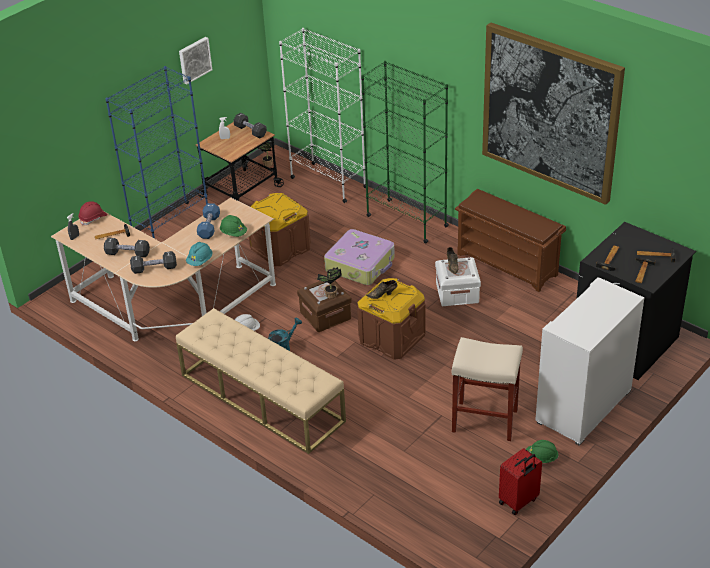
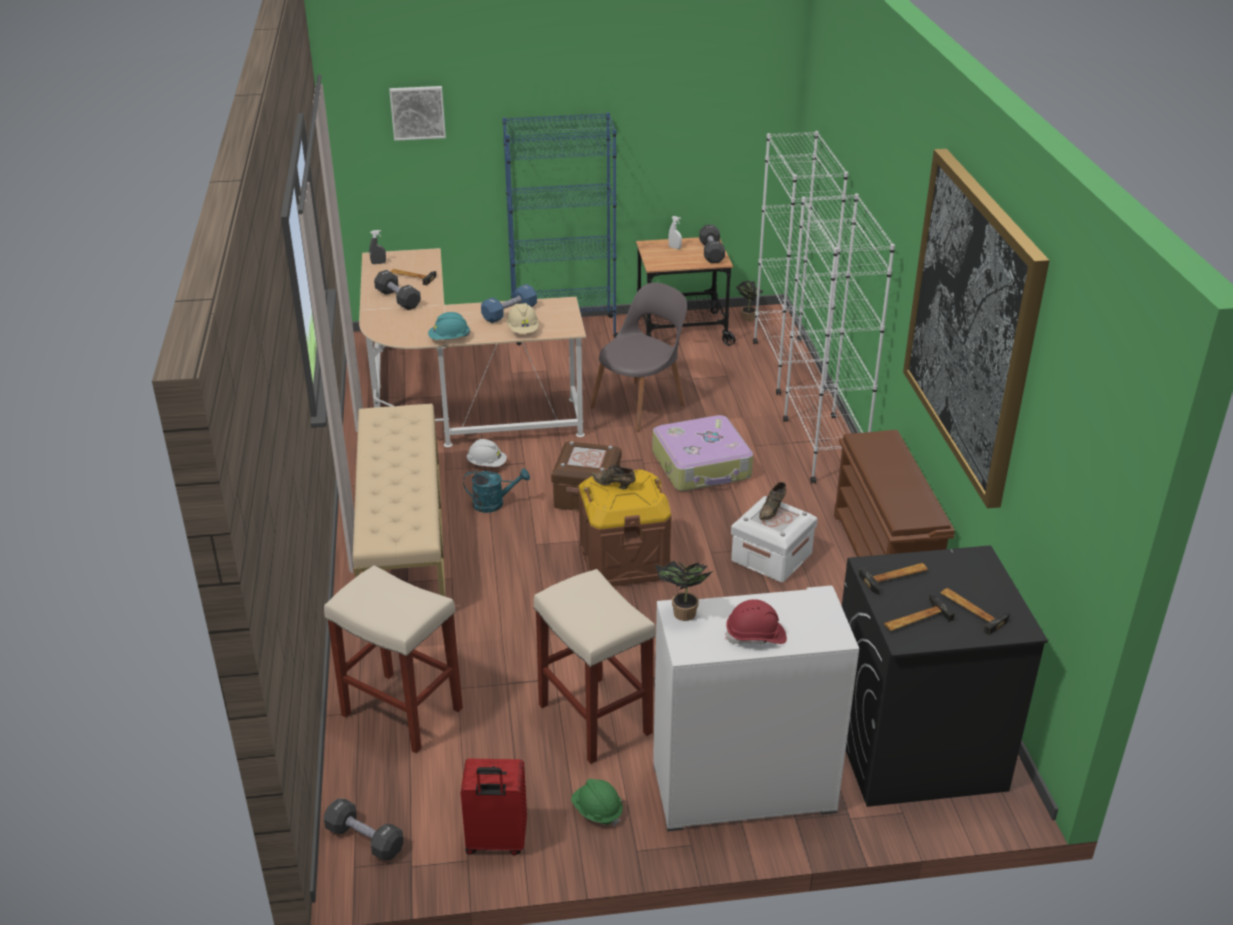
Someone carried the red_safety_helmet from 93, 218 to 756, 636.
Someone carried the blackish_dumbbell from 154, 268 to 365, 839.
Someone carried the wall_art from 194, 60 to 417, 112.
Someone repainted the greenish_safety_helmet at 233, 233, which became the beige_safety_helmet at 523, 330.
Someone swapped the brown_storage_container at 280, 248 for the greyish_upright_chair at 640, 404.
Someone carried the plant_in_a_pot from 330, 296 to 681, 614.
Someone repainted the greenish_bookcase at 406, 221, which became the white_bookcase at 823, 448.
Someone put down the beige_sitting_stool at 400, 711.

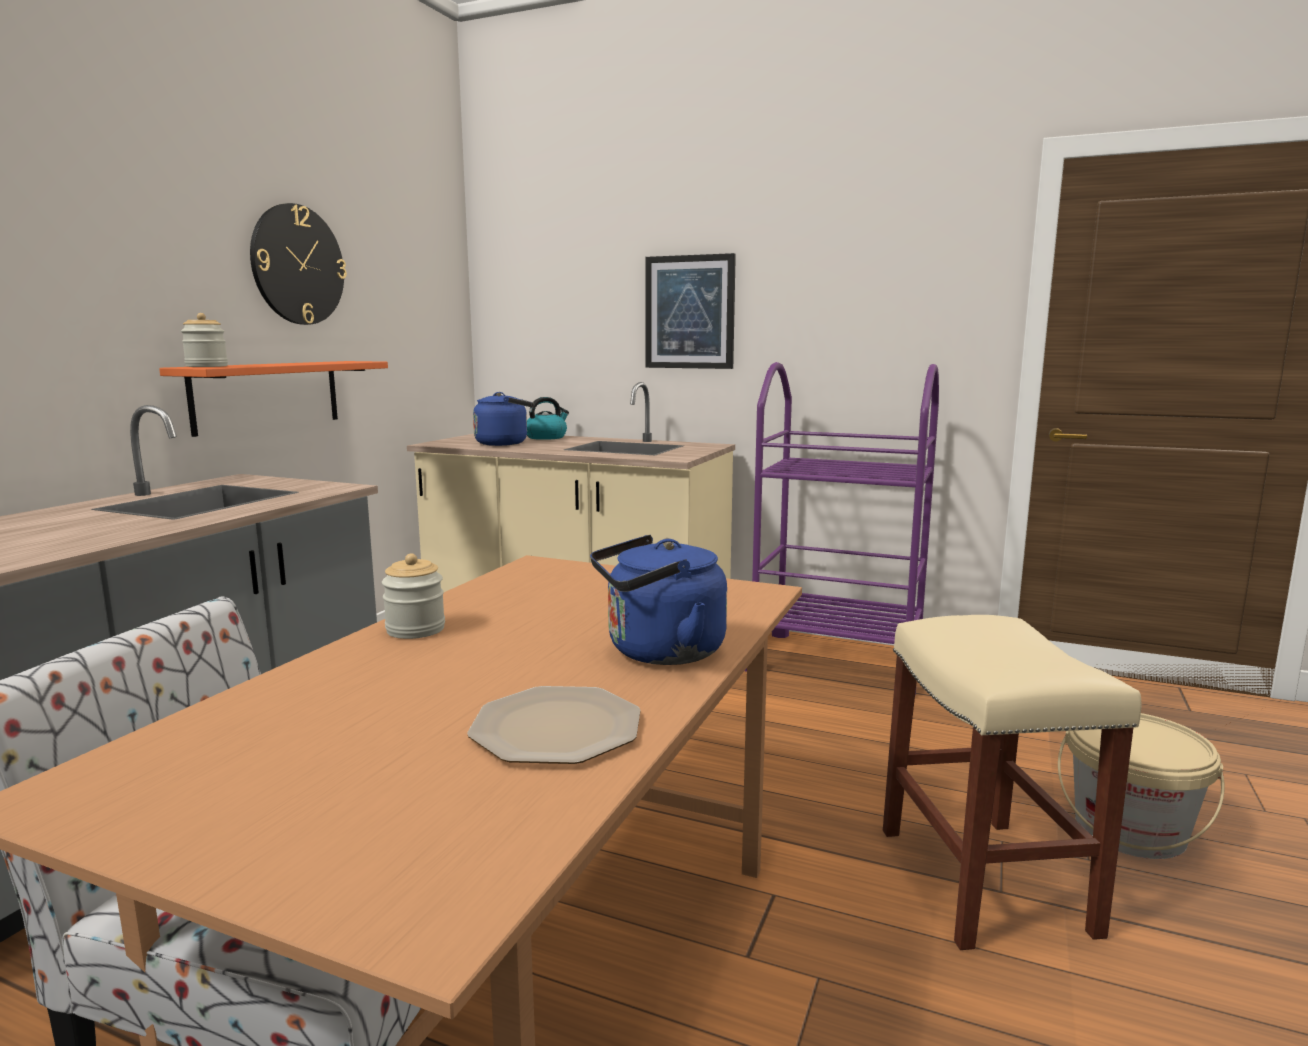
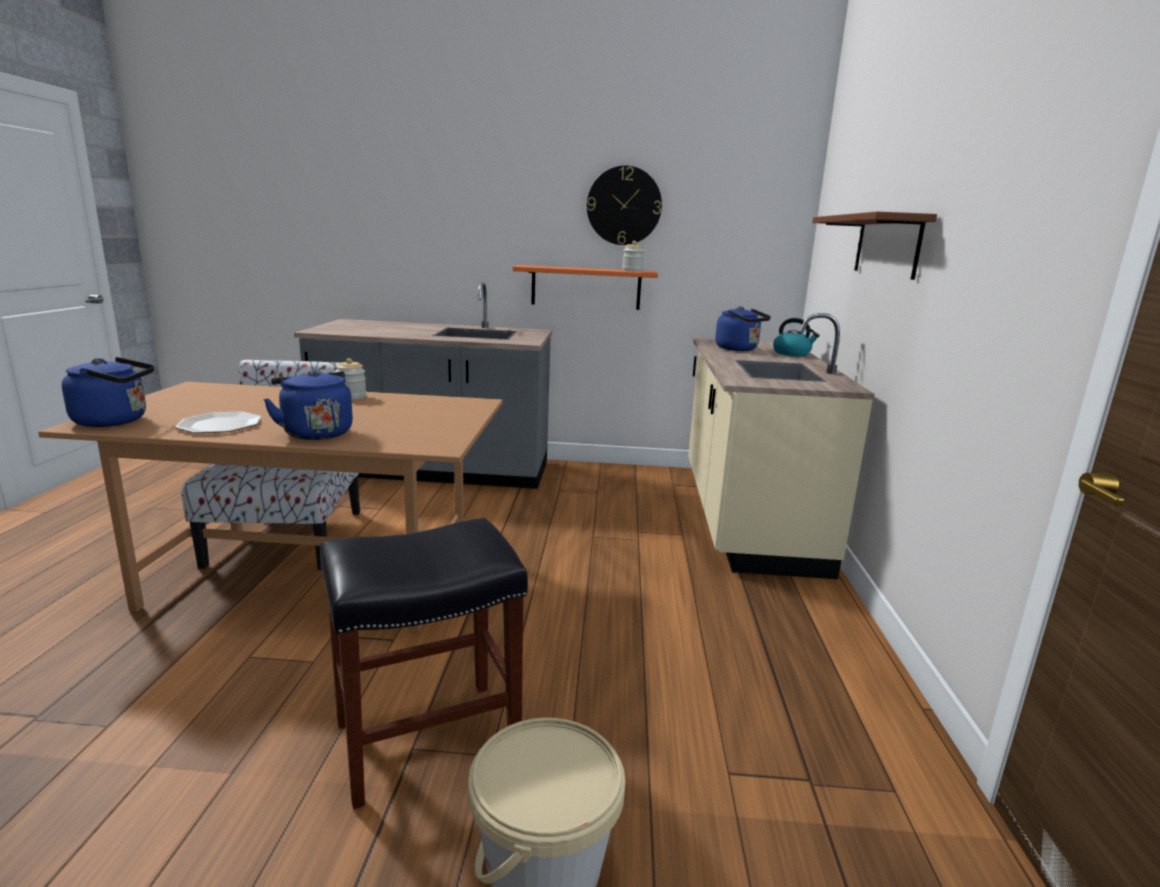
Someone carried the jar from 207, 366 to 632, 271.
Someone swapped the wall_art at 690, 312 for the brown_wall_shelf at 887, 246.
Someone took away the purple-coloured_trolley at 836, 662.
Someone repainted the beige_sitting_stool at 986, 881, which became the blackish_sitting_stool at 424, 741.
Someone put down the blue-coloured_water_kettle at 116, 421.

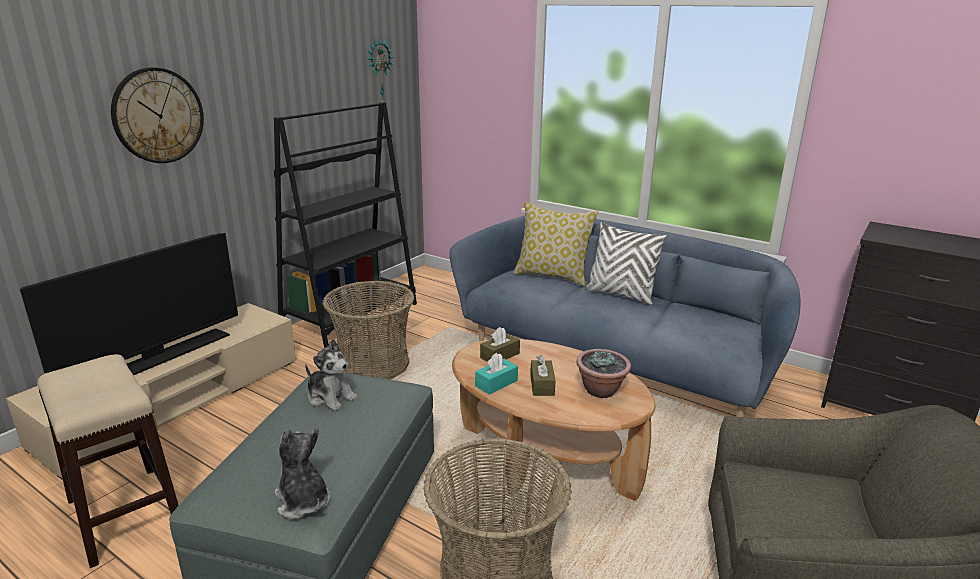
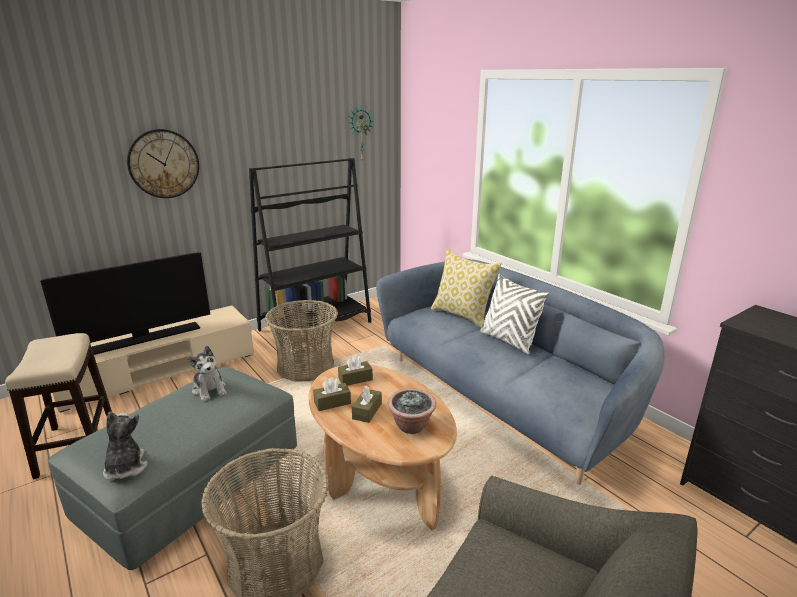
Someone repainted the blue-green_tissue_box at 496, 383, which became the brown_tissue_box at 332, 403.

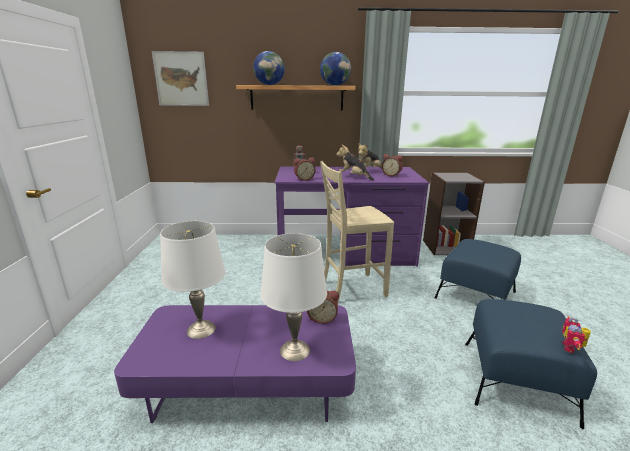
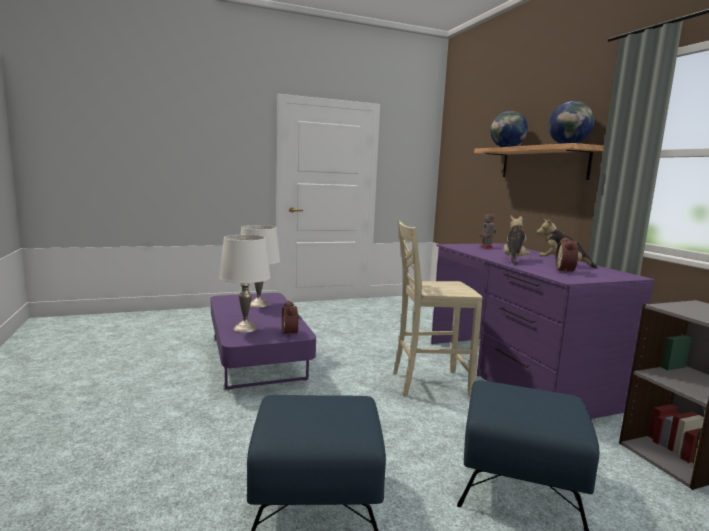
Someone took away the wall_art at 181, 79.
Someone took away the table_clock at 304, 179.
Someone rotated the beige_upright_chair at 351, 288 by 60 degrees counterclockwise.
Someone took away the model_robot at 572, 348.

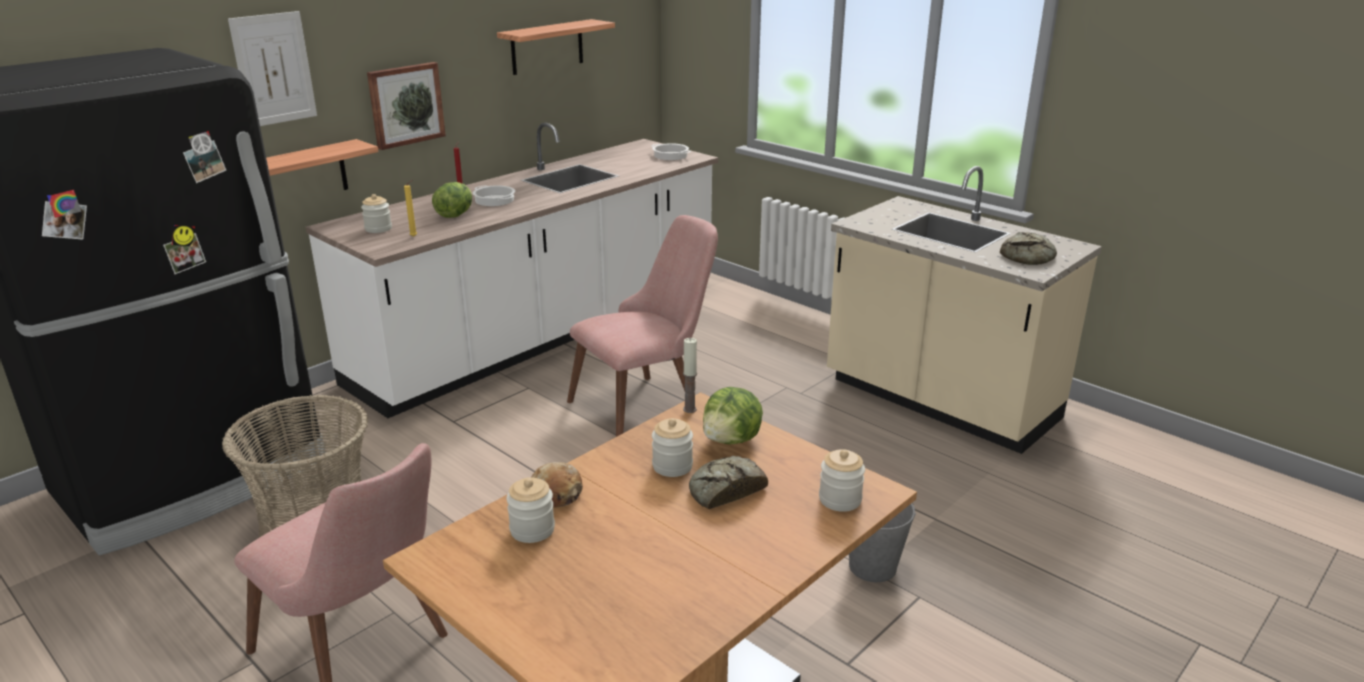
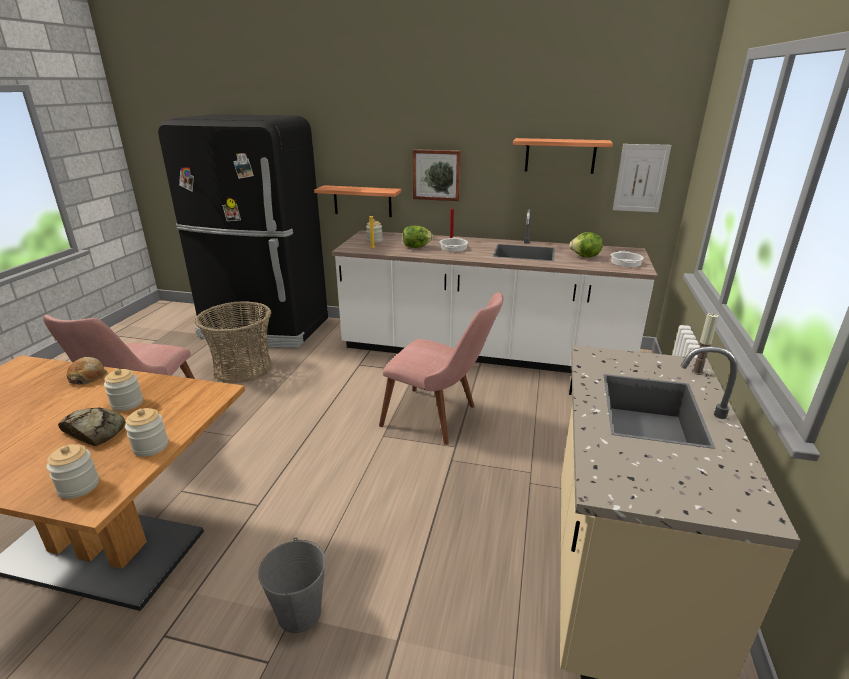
Someone carried the wall_art from 274, 69 to 640, 178.
Someone carried the jar from 532, 530 to 151, 446.
Someone carried the wax_light from 689, 409 to 697, 372.
Someone carried the head_of_lettuce from 731, 440 to 585, 257.
Someone took away the baked_bread at 1029, 257.

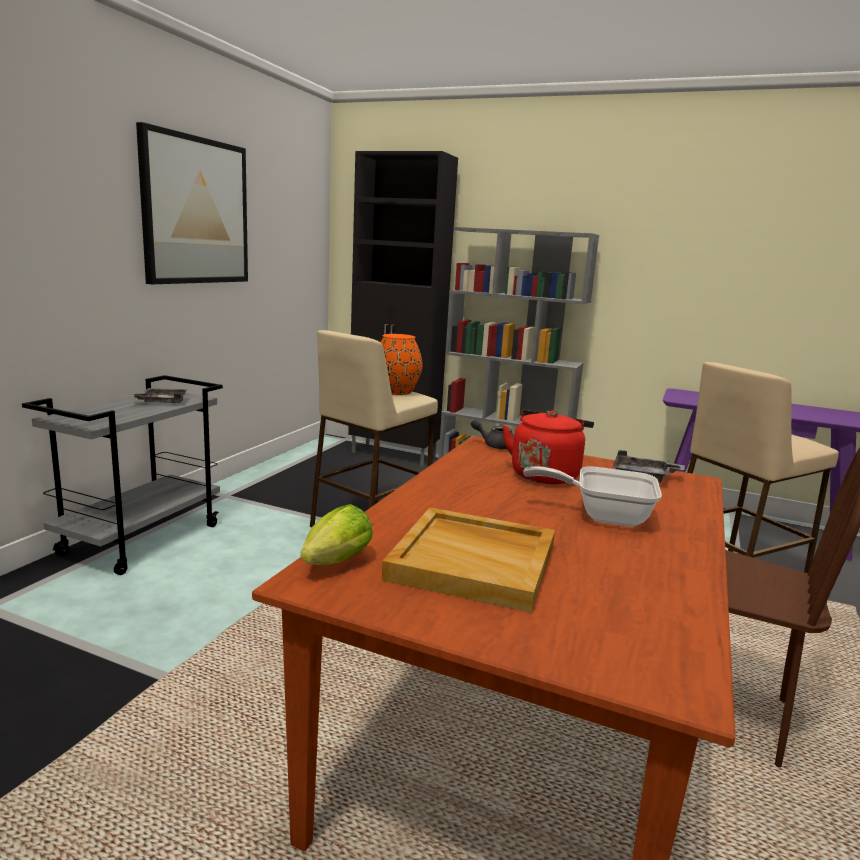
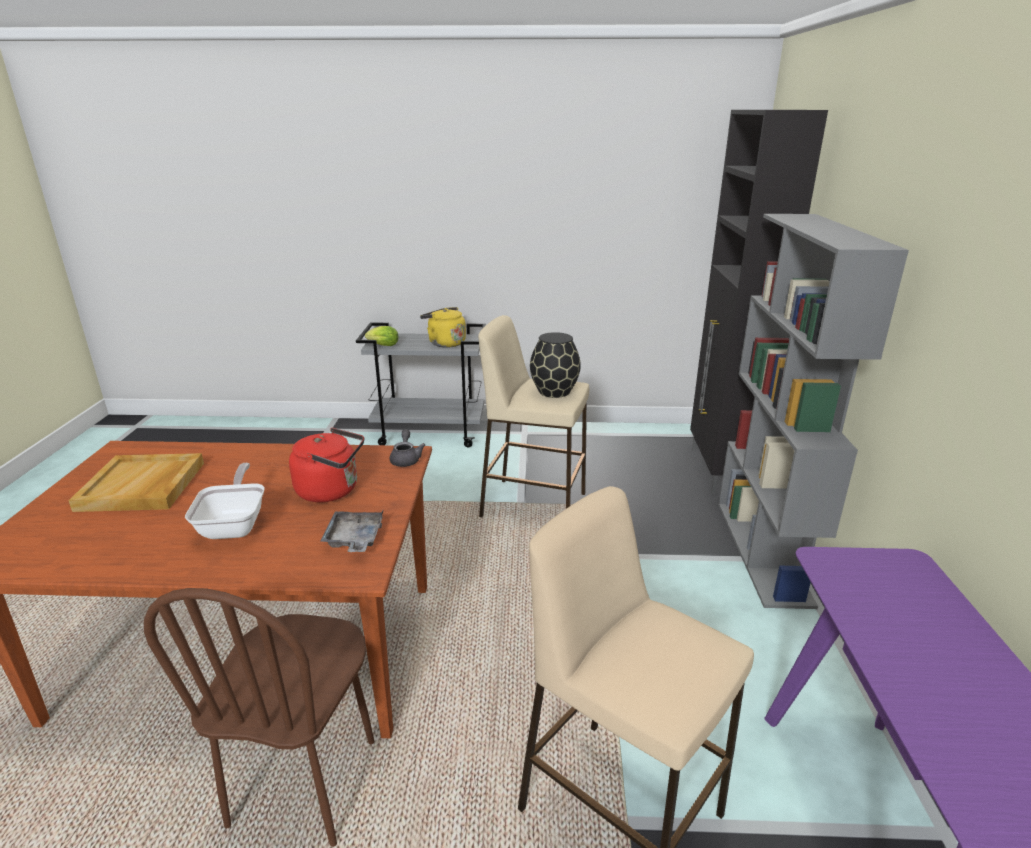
Someone swapped the greyish_serving_tray at 162, 402 for the yellow_water_kettle at 445, 343.
Someone took away the wall_art at 196, 211.
Someone carried the head_of_lettuce from 334, 564 to 382, 345.
Someone repainted the orange-coloured_flower_vase at 395, 391, which became the blackish_flower_vase at 553, 391.

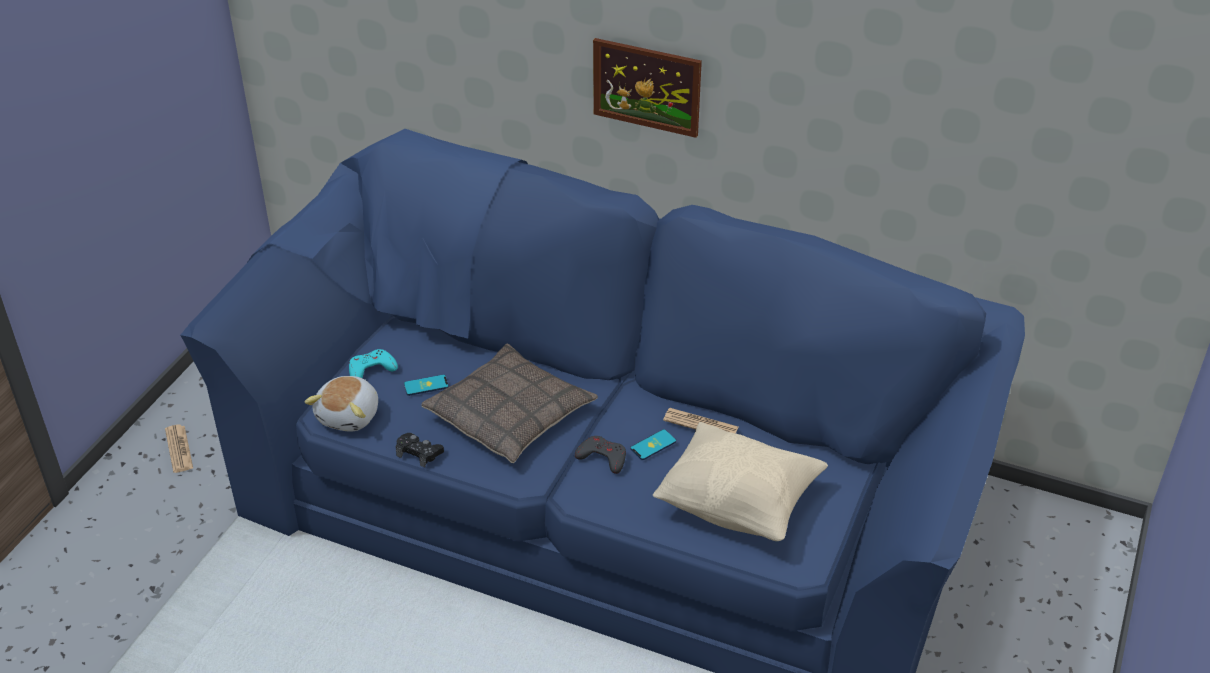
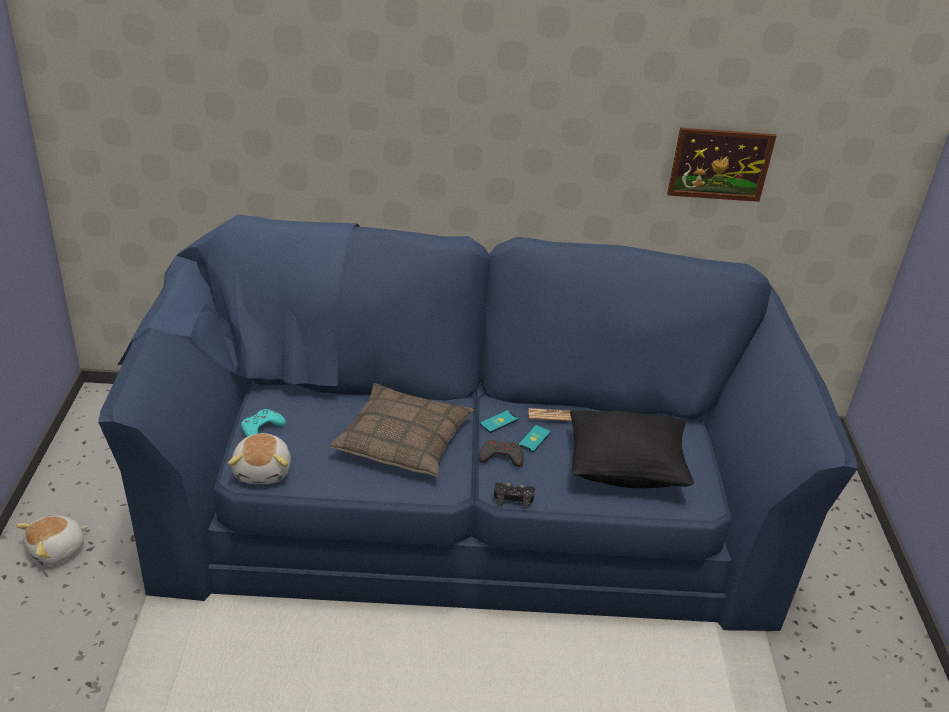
Someone swapped the newspaper at 179, 449 for the soft_toy at 57, 550.
Someone carried the blackish_joypad from 419, 453 to 513, 498.
Someone carried the phone from 426, 385 to 499, 422.
Someone carried the wall_art from 646, 87 to 720, 164.
Someone repainted the beige_pillow at 738, 505, which became the blackish_pillow at 625, 470.

